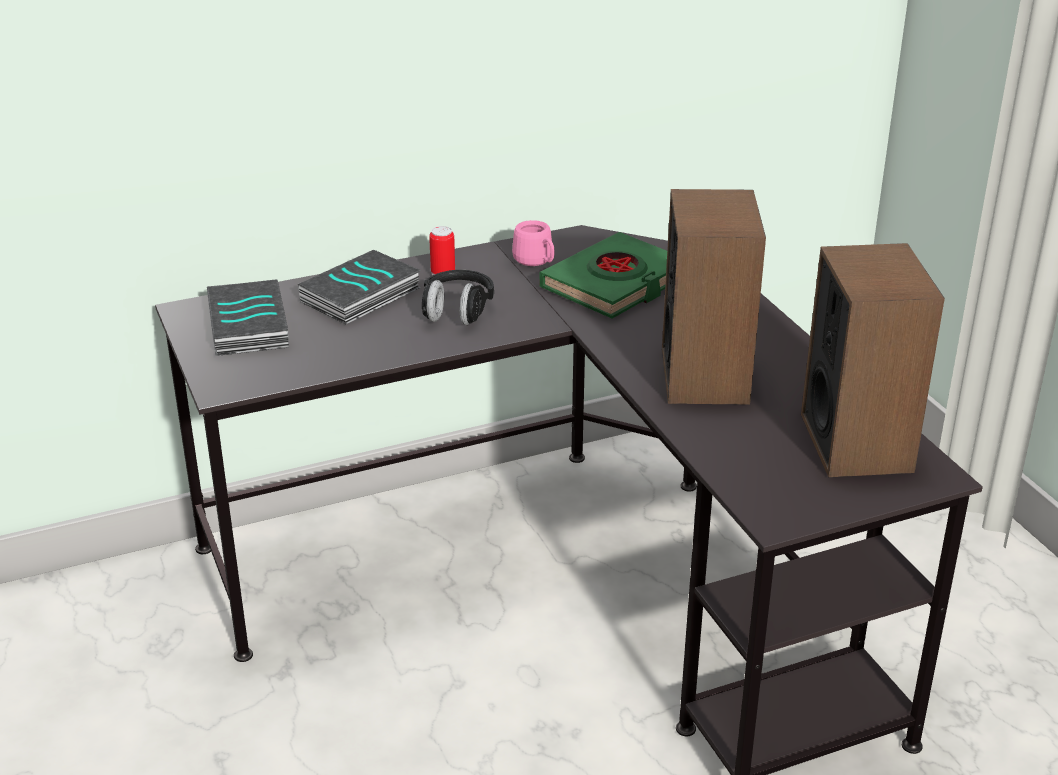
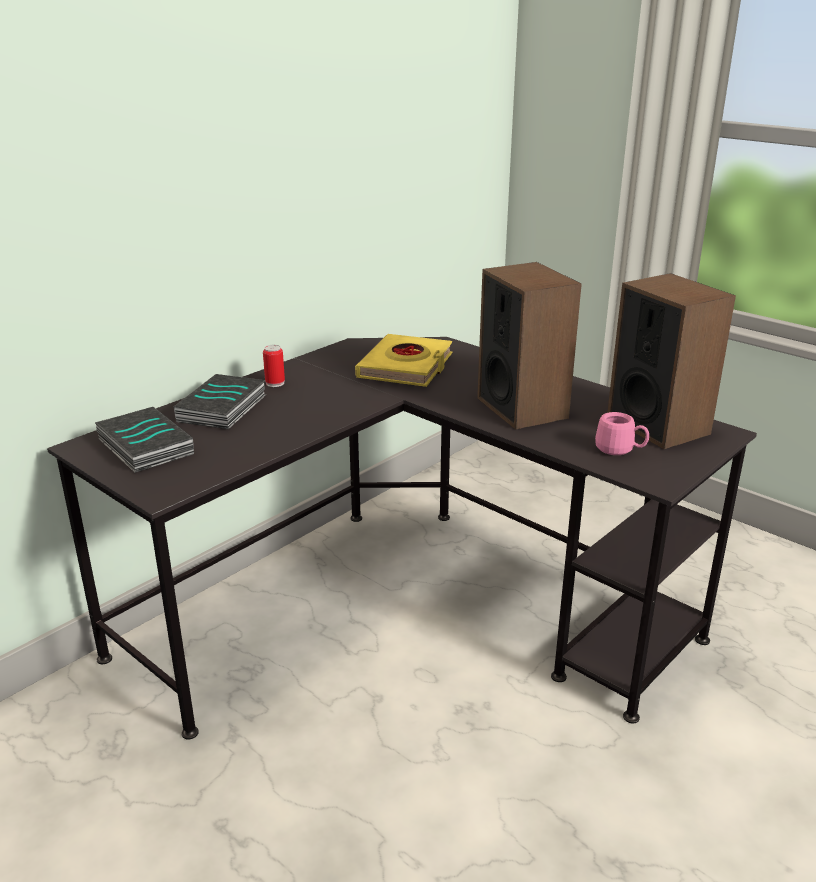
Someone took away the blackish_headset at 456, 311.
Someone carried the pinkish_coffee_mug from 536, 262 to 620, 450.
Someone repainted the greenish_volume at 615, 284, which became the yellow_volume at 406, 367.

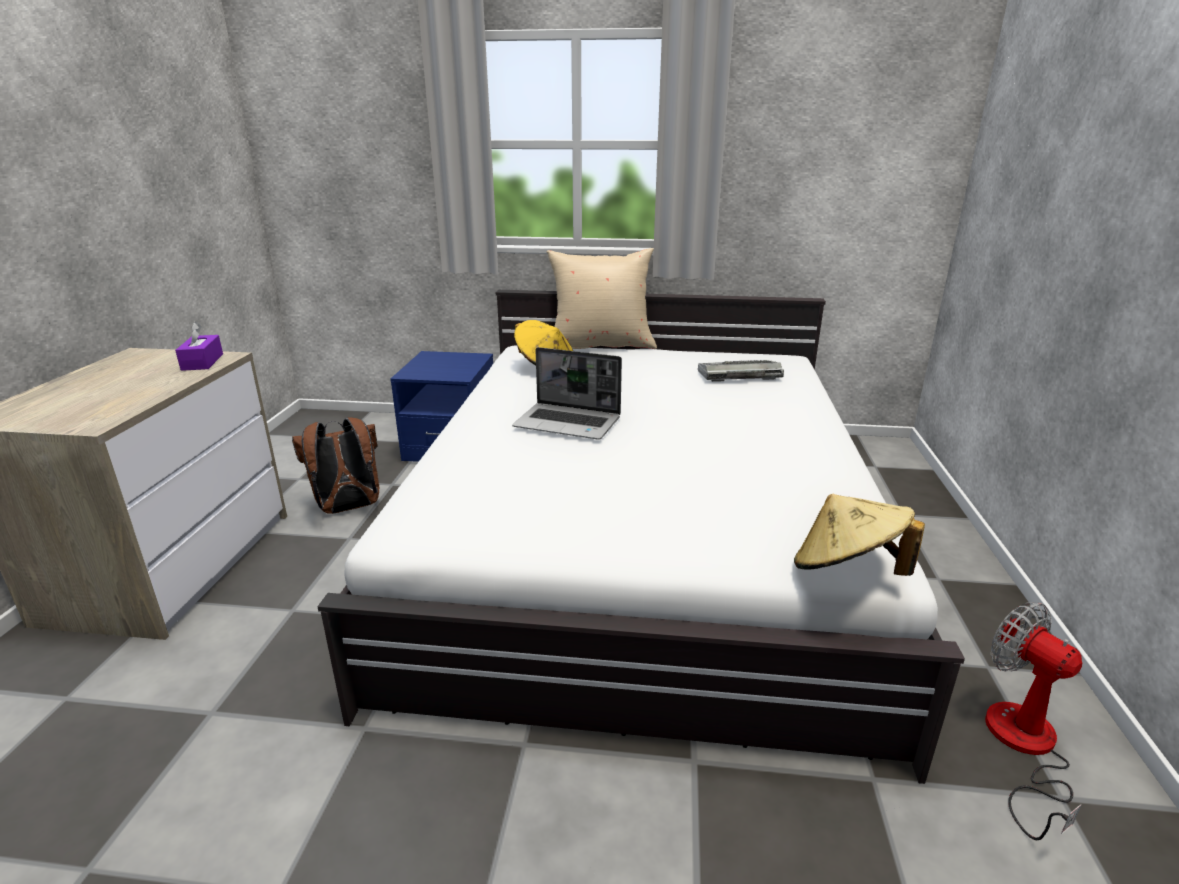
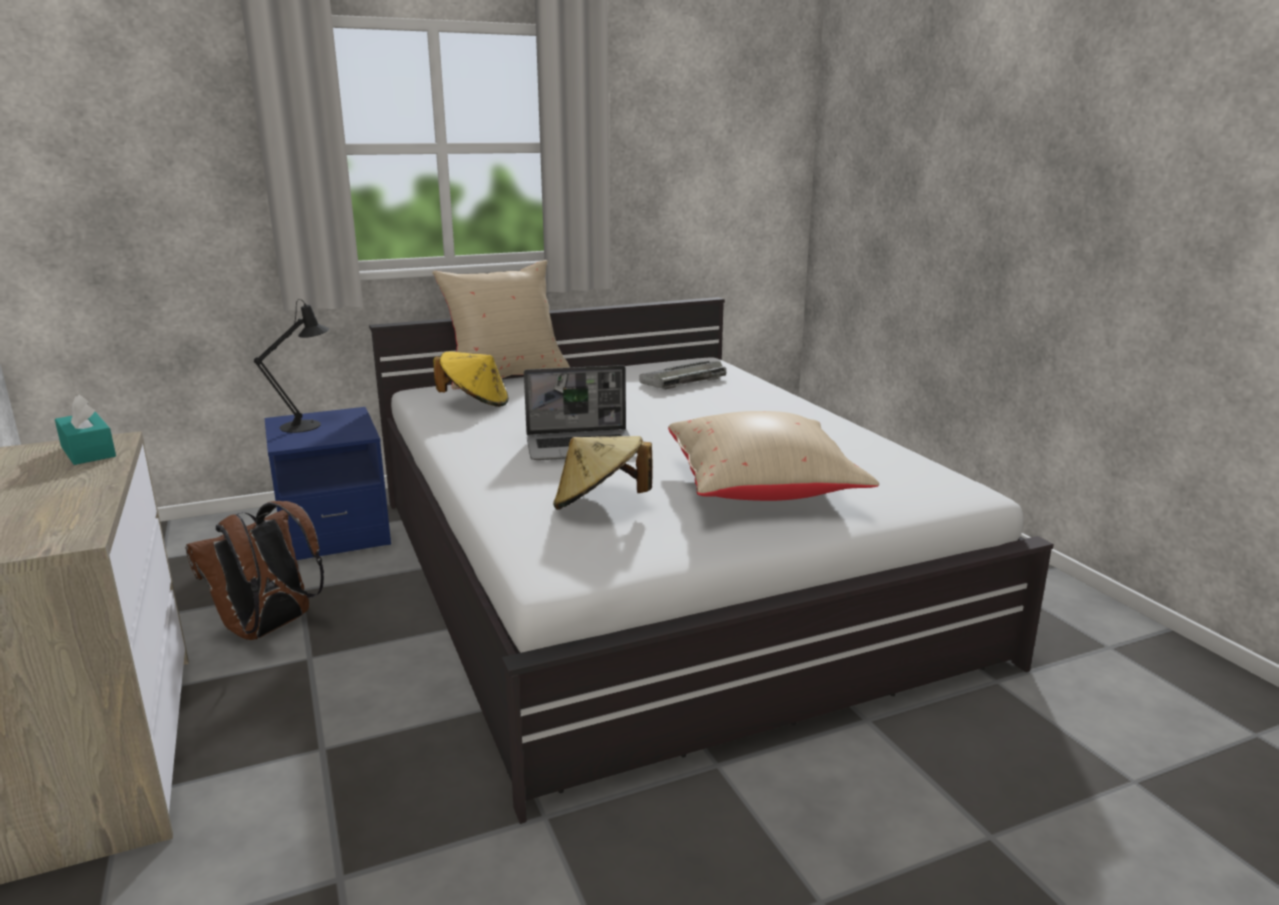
Someone repainted the purple-coloured_tissue_box at 202, 362, which became the blue-green_tissue_box at 88, 451.
Someone carried the beige_clothing_hat from 847, 570 to 599, 504.
Someone took away the fan at 1023, 748.
Someone put down the blackish_table_lamp at 306, 425.
Someone put down the beige_pillow at 763, 489.

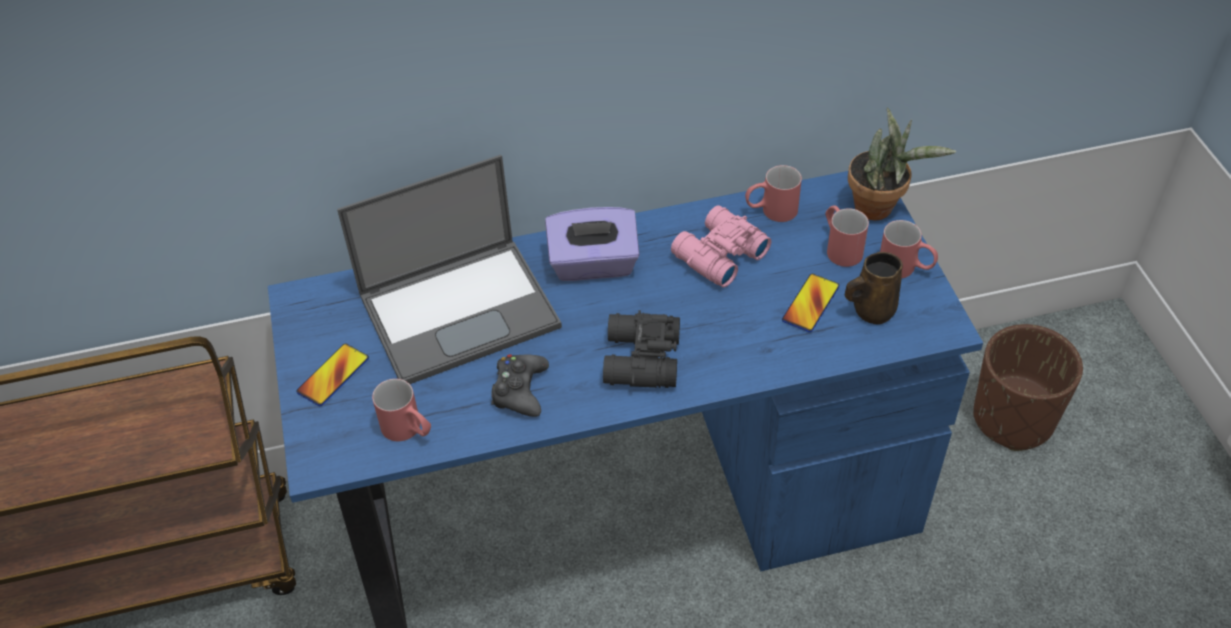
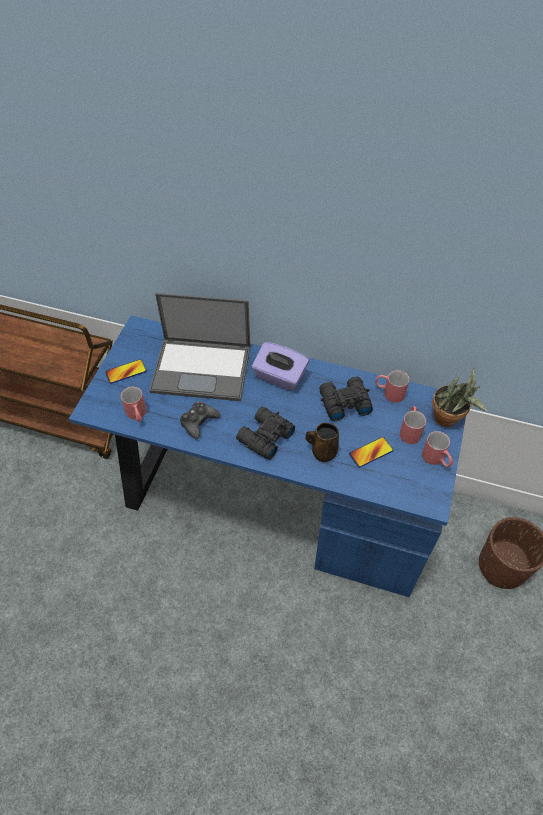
Someone repainted the pinkish_field_glasses at 717, 255, which became the blackish_field_glasses at 343, 402.
Someone carried the brown_coffee_mug from 871, 310 to 322, 452.

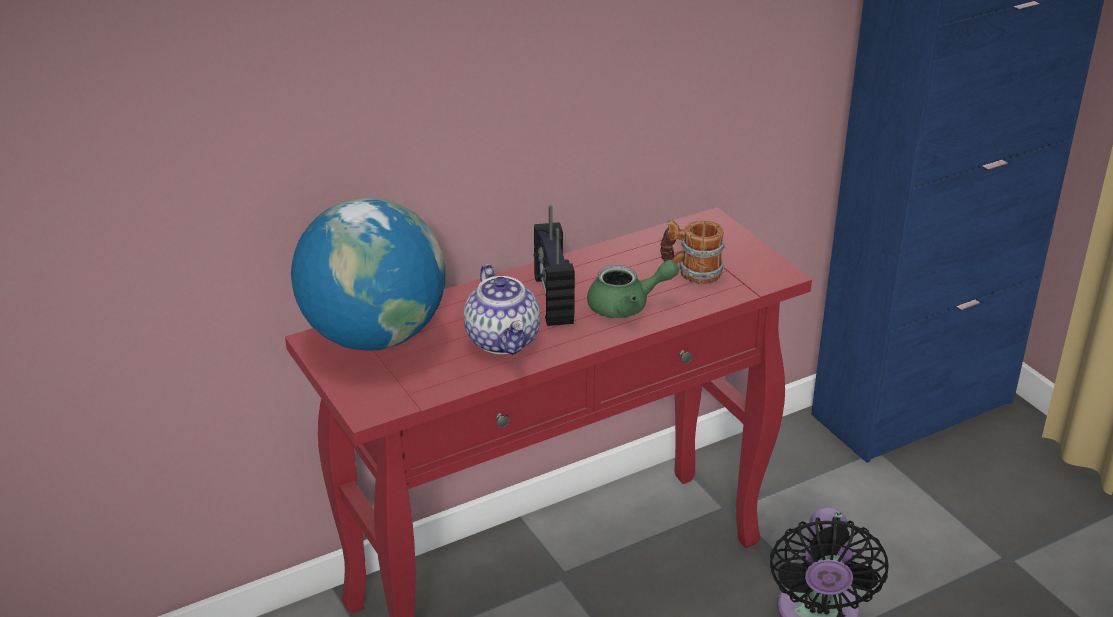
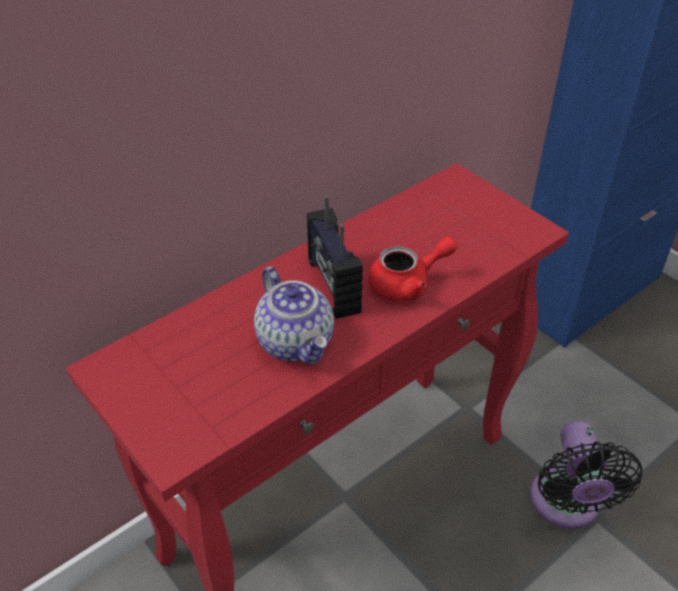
Someone took away the desk_globe at 374, 336.
Someone repainted the greenish_tea_pot at 627, 306, which became the red_tea_pot at 407, 284.
Someone took away the coffee_mug at 691, 272.

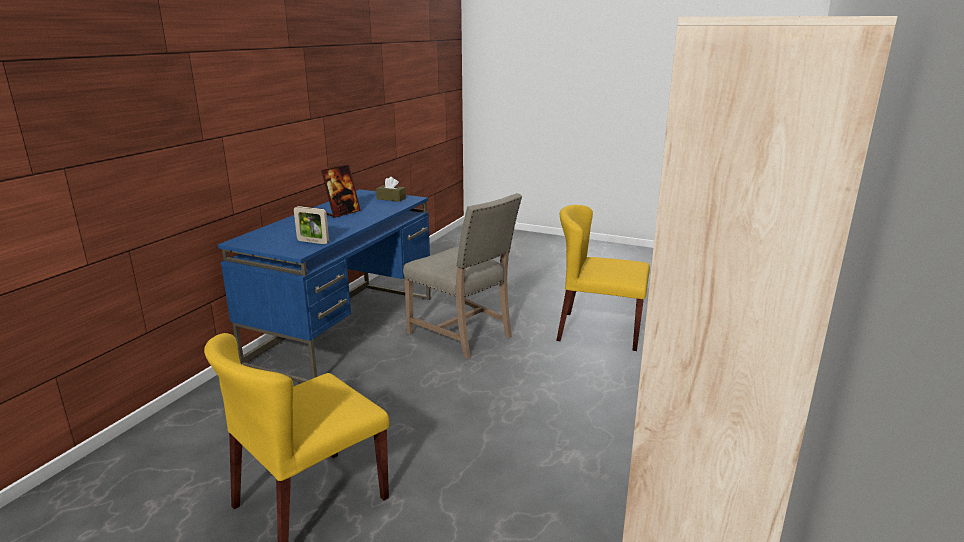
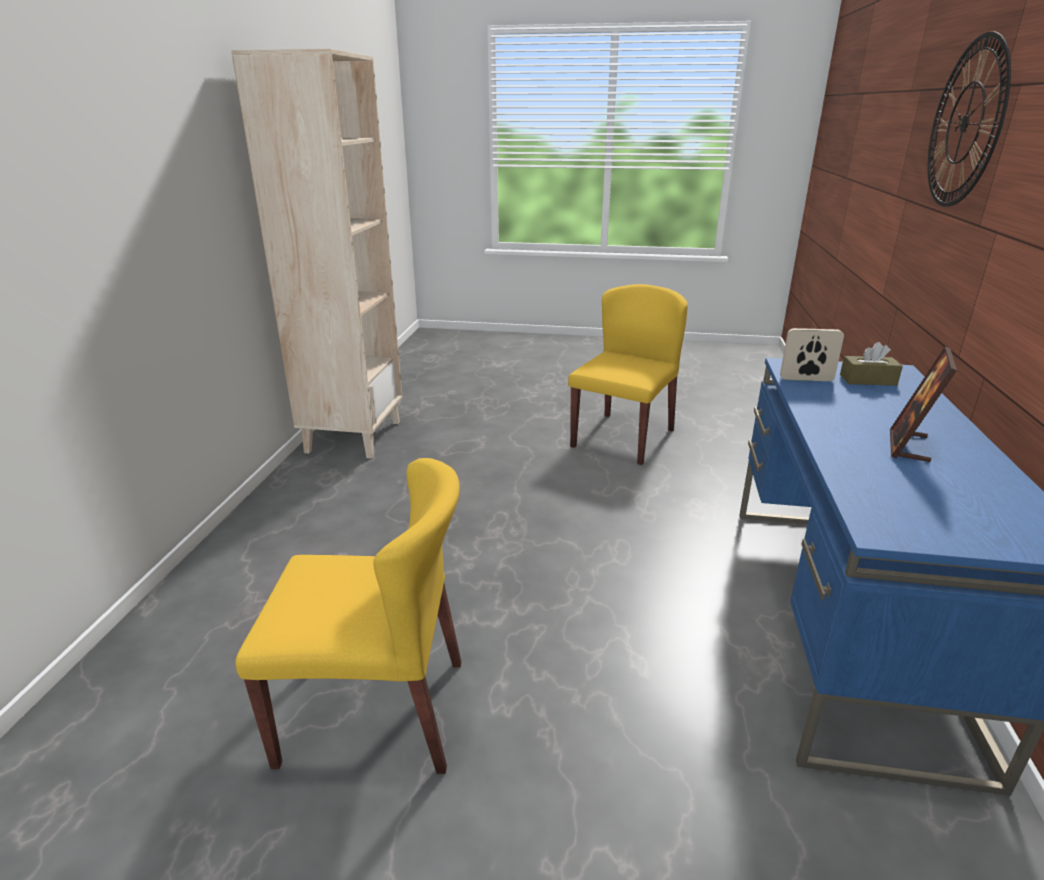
Someone carried the brown_tissue_box from 391, 198 to 868, 380.
Someone took away the beige_upright_chair at 463, 335.
Someone put up the hanging_clock at 965, 123.

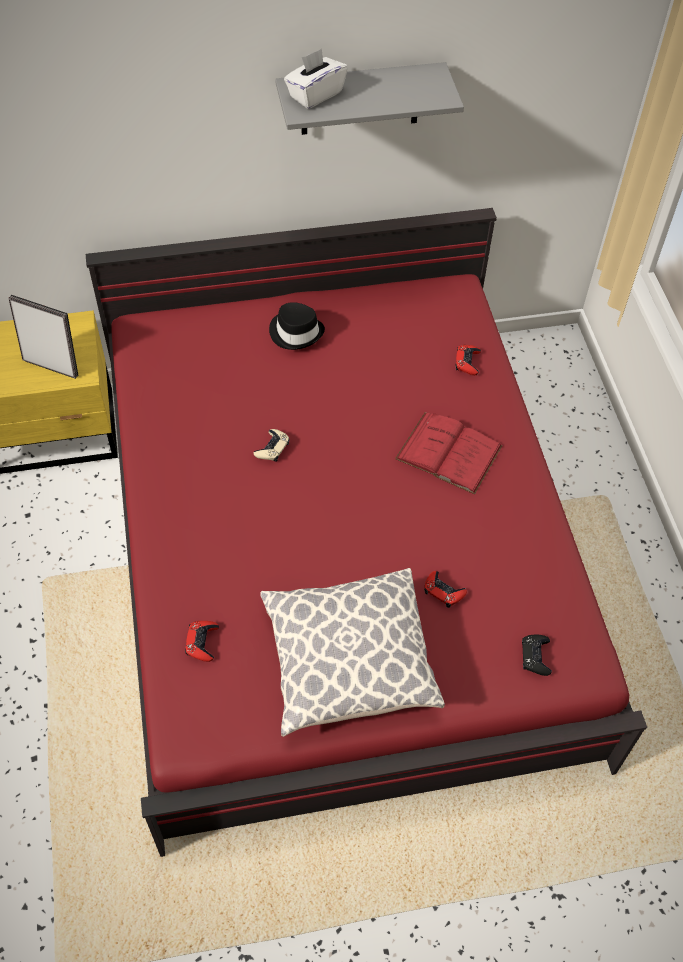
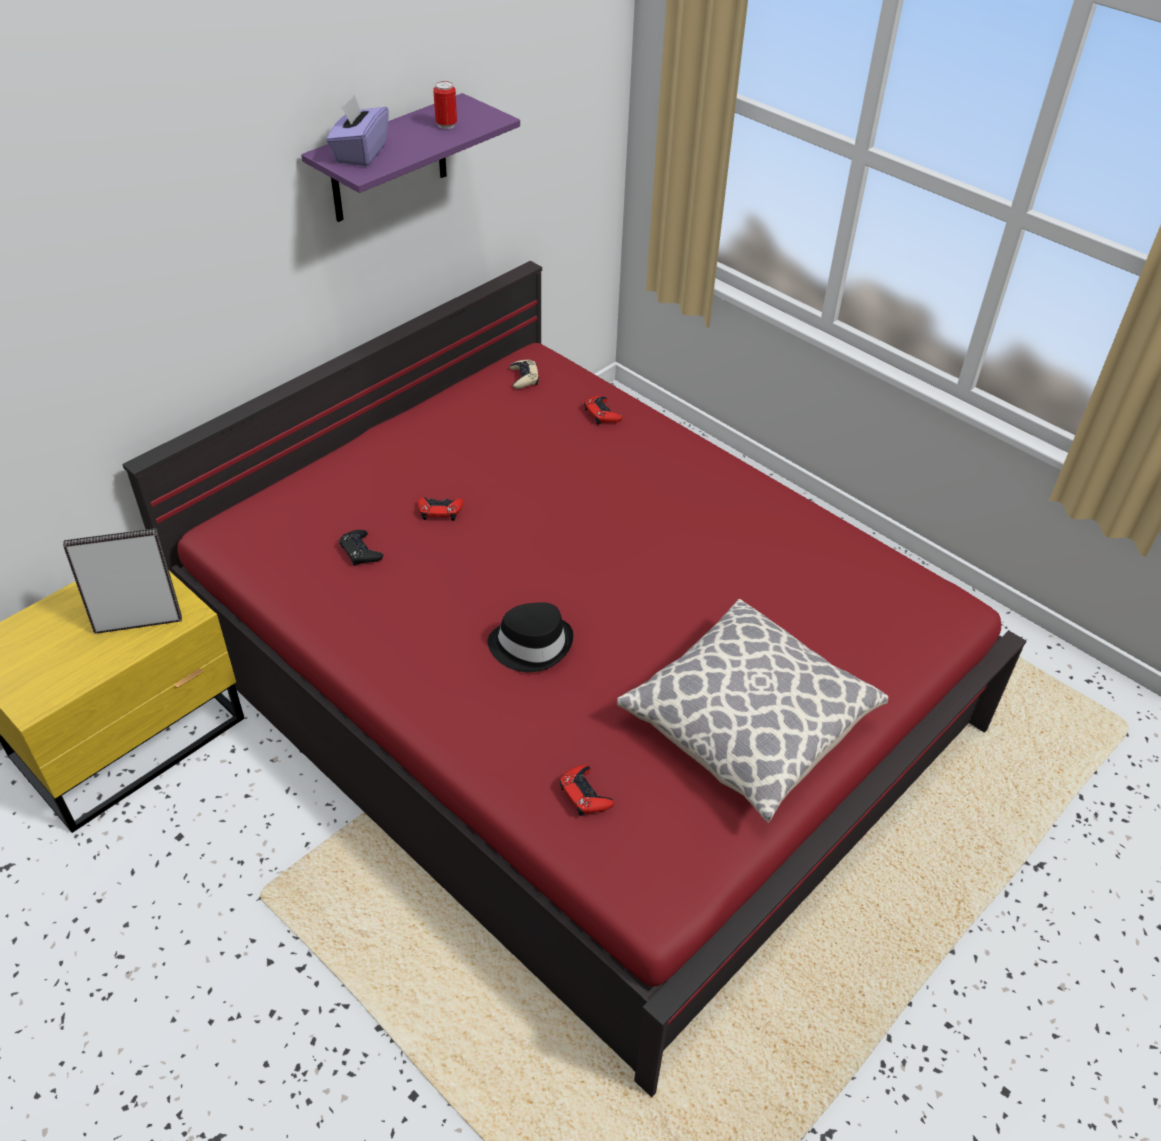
Someone carried the beige_joypad from 272, 448 to 524, 378.
Someone carried the blackish_clothing_hat from 296, 332 to 531, 644.
Someone repainted the greyish_wall_shelf at 360, 99, which became the purple-coloured_wall_shelf at 388, 160.
Someone repainted the white_tissue_box at 315, 94, which became the purple-coloured_tissue_box at 360, 153.
Someone took away the red_volume at 449, 452.
Someone carried the red_joypad from 443, 591 to 440, 511.
Someone carried the blackish_joypad from 535, 656 to 361, 551.
Someone put down the sealed_can at 446, 125.

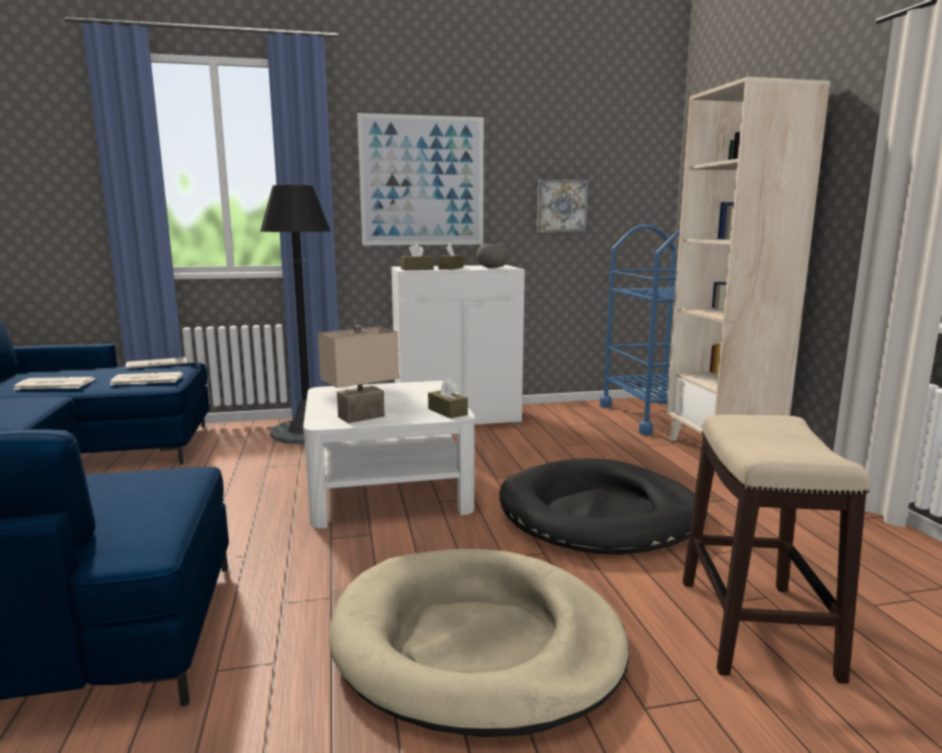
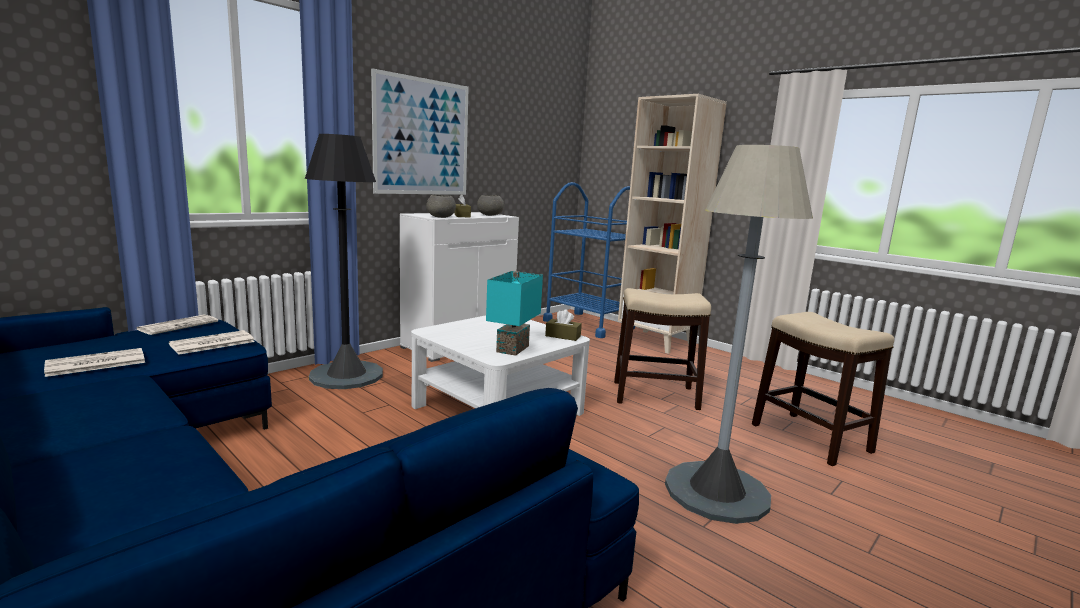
Someone repainted the beige_table_lamp at 361, 417, which became the blue-green_table_lamp at 514, 349.
Someone swapped the beige_dog_bed at 476, 644 for the greyish_floor_lamp at 716, 491.
Someone swapped the brown_tissue_box at 417, 269 for the greyish_deep_dish at 441, 217.
Someone swapped the blackish_dog_bed at 600, 514 for the sitting_stool at 656, 395.
Someone took away the wall_art at 561, 206.

